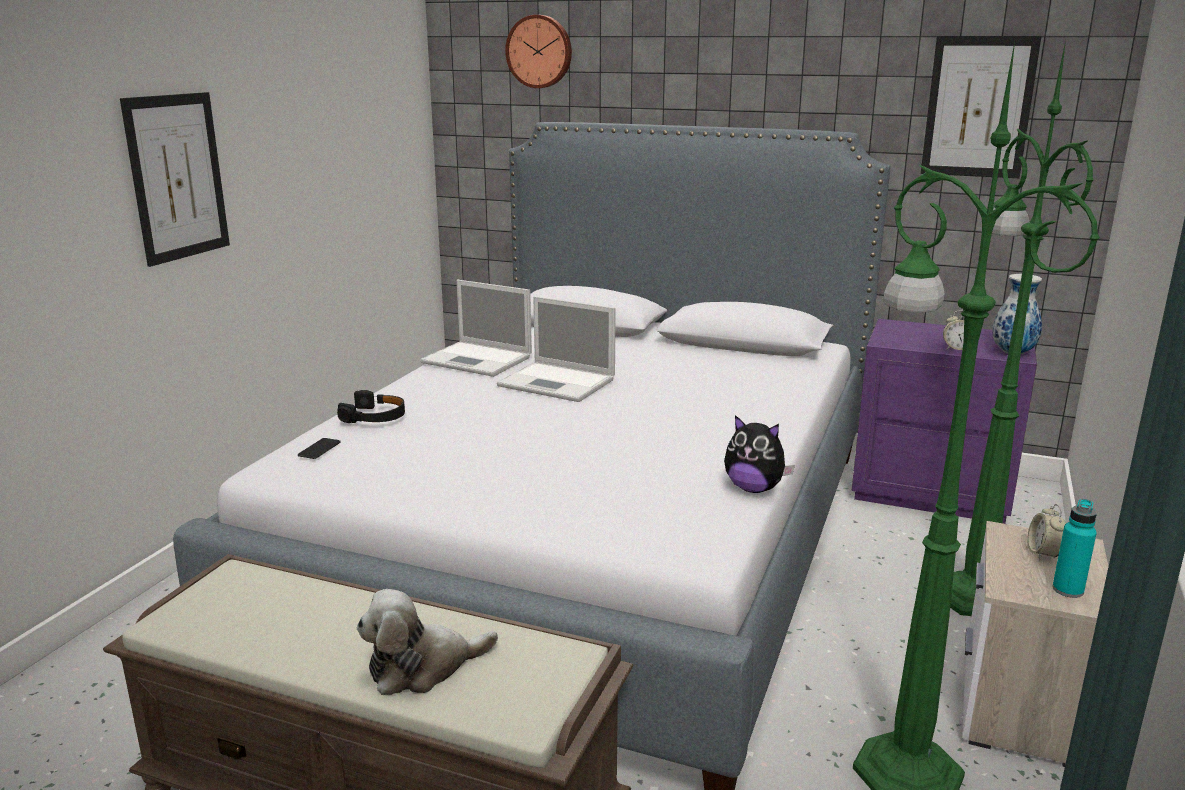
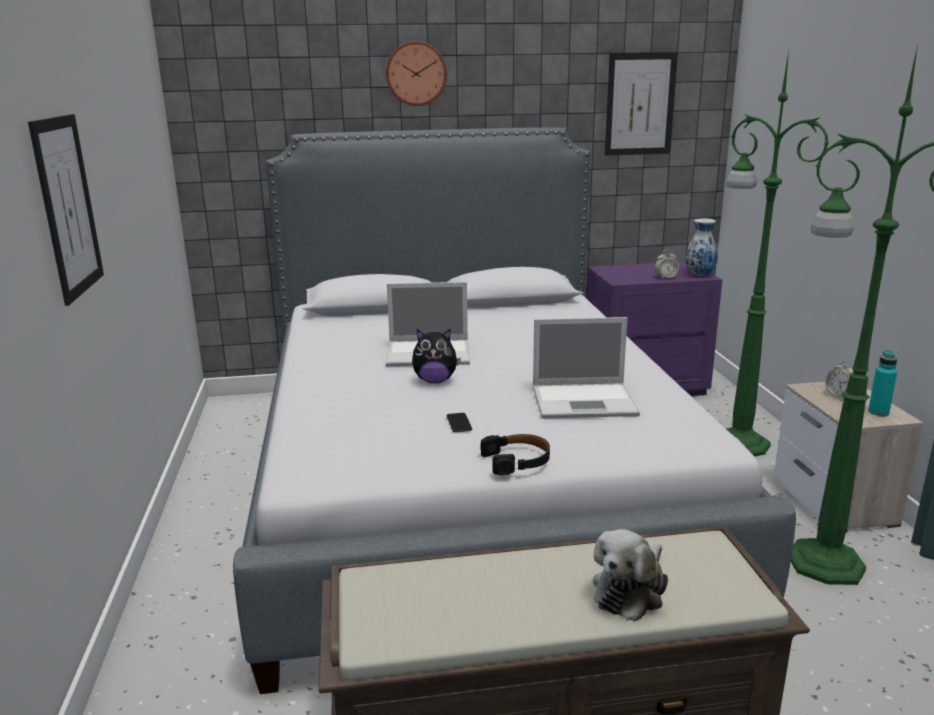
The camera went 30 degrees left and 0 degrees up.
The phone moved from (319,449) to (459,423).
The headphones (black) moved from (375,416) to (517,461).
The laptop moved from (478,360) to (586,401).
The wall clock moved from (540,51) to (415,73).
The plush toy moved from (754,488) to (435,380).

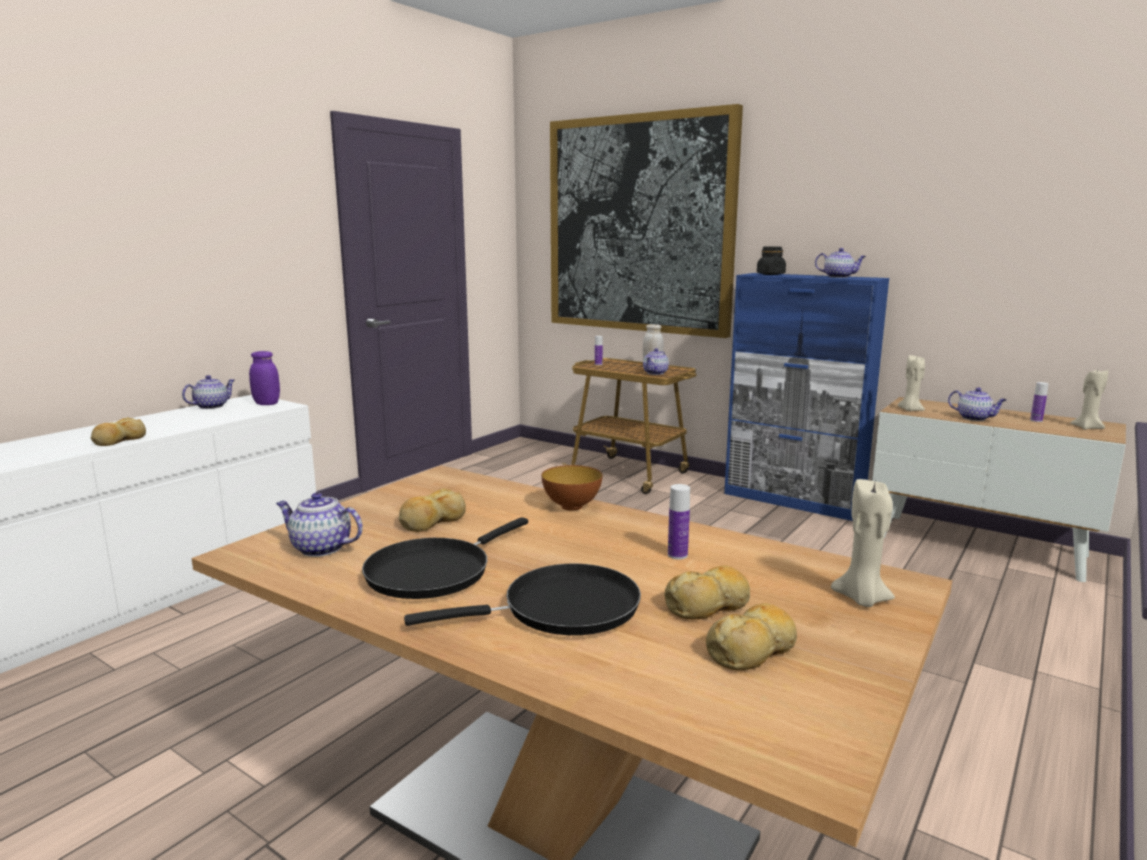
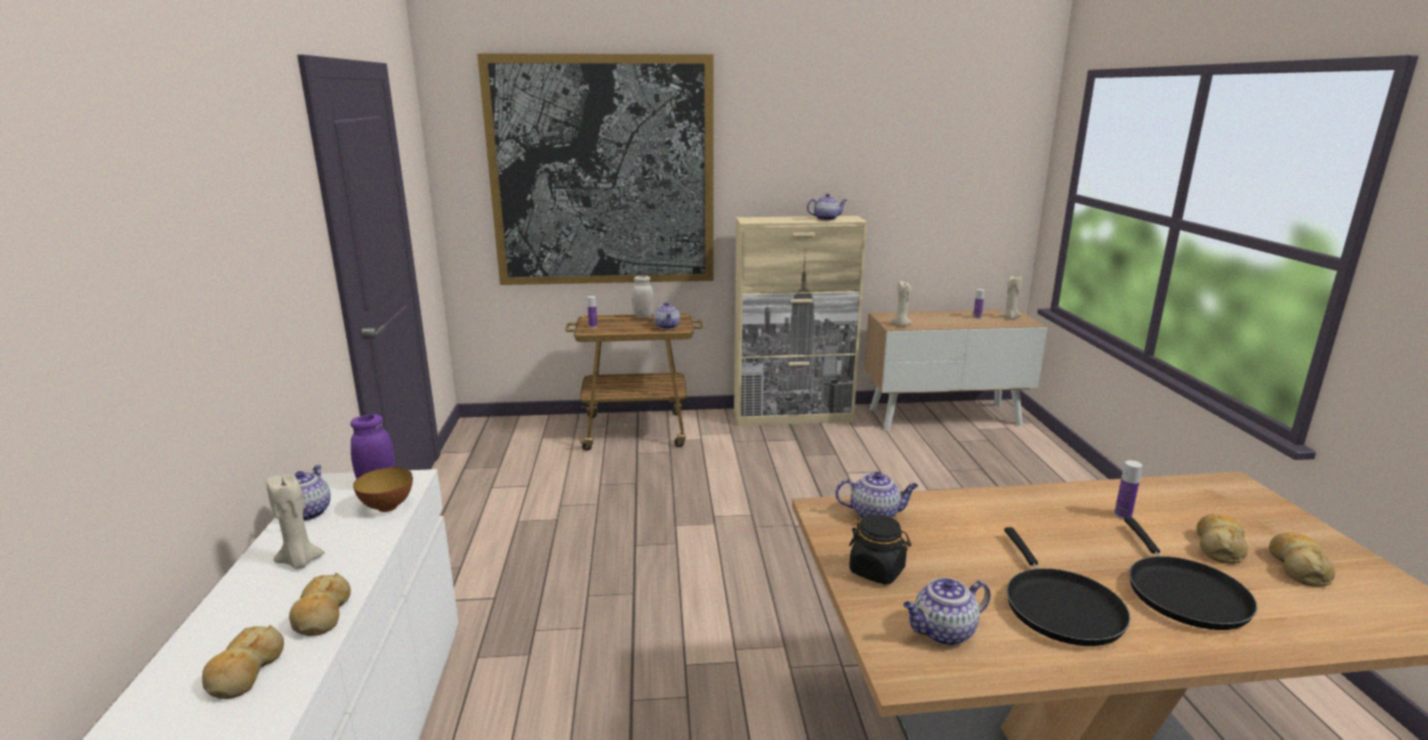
The camera went 40 degrees left and 5 degrees up.
The bread moved from (431,521) to (245,673).
The bowl moved from (572,506) to (387,507).
The jar (black) moved from (770,274) to (877,571).
The candle (beige) moved from (862,599) to (300,562).
The teapot moved from (975,418) to (875,514).
The cabinet (blue) at (793,501) became the cabinet (beige) at (793,416).
The frying pan (black) at (562,609) turned 150 degrees clockwise.

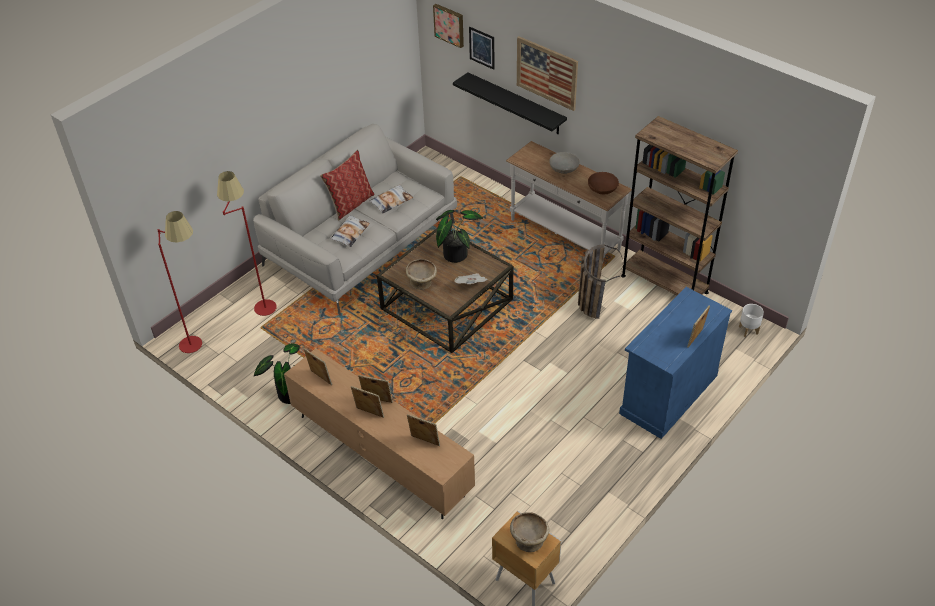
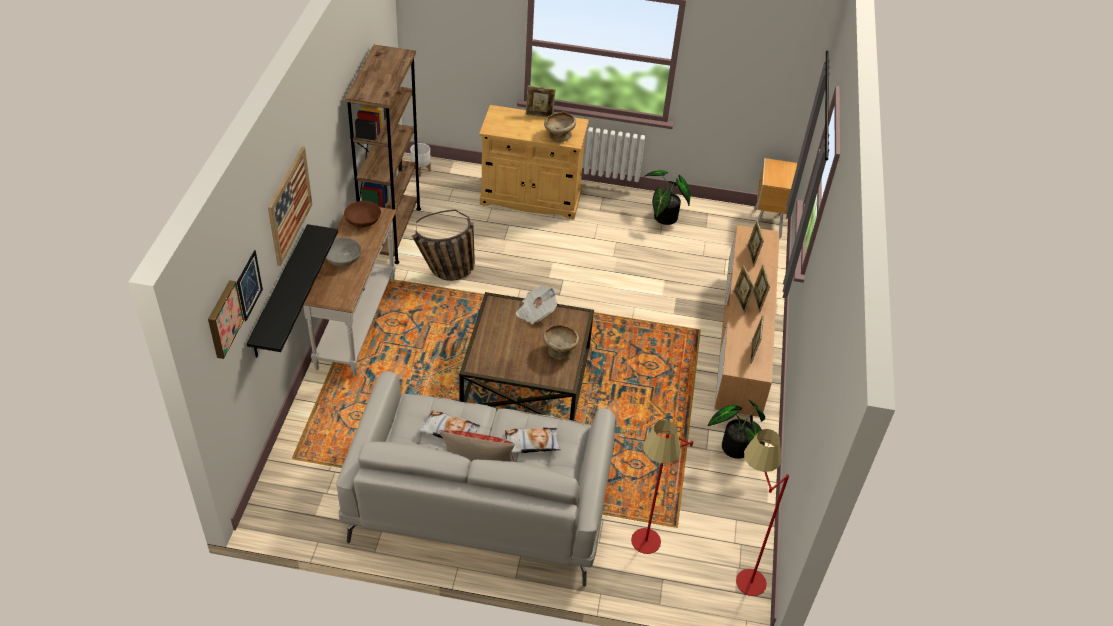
The camera went 125 degrees left and 0 degrees up.
The potted plant moved from (455,253) to (663,218).
The bowl (beige) moved from (528,540) to (559,137).
The cabinet (blue) at (668,394) became the cabinet (beige) at (531,198).

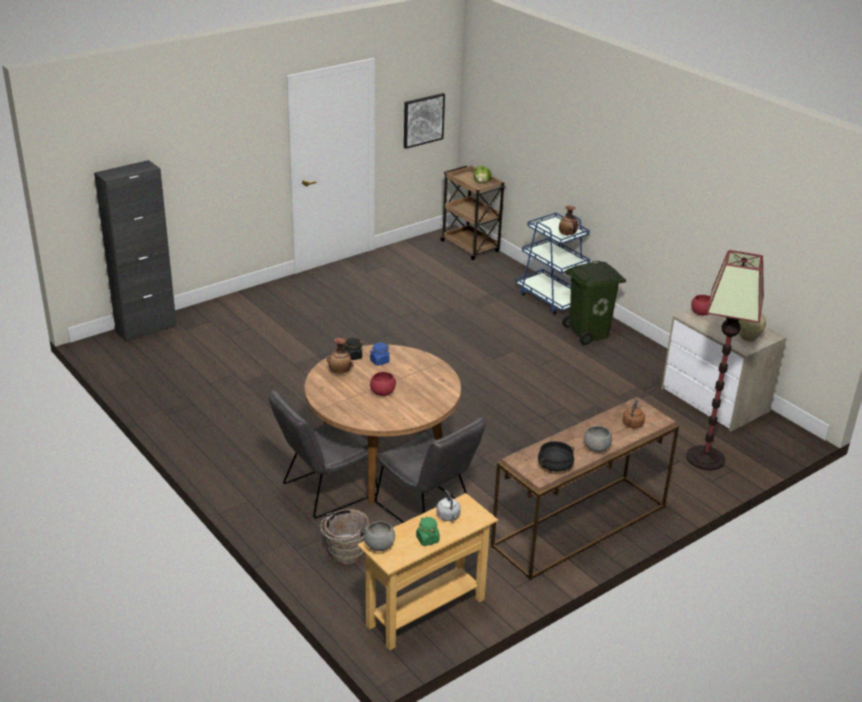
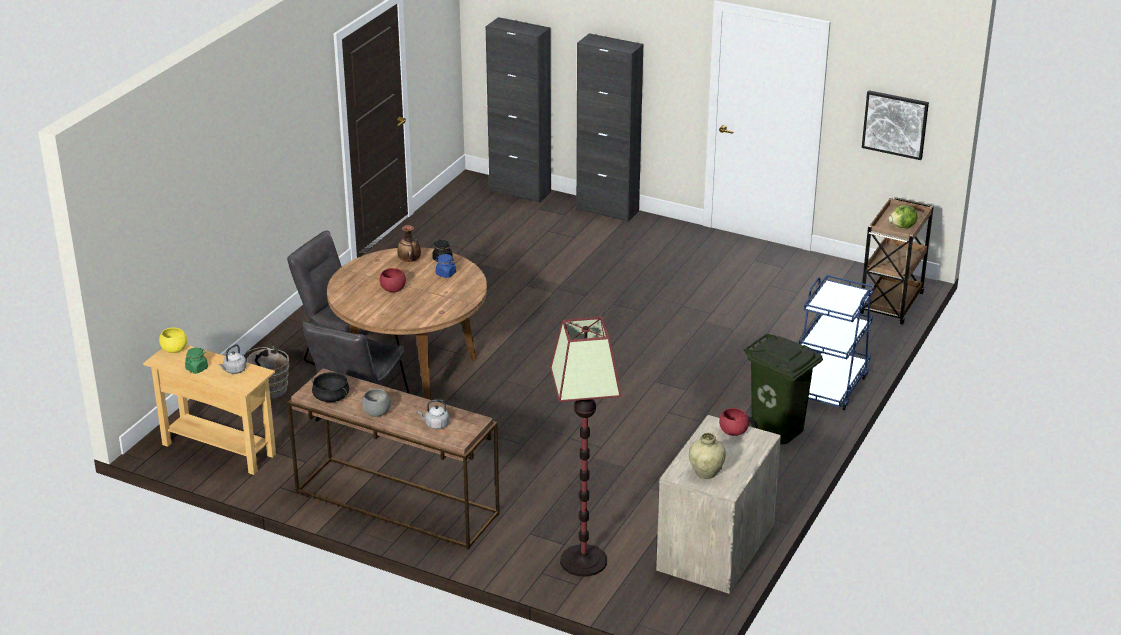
The camera went 65 degrees right and 0 degrees up.
The vase at (567,235) disappeared.
The cabinet (black) at (607,210) appeared.
The bowl (grey) at (379,546) became the bowl (yellow) at (174,350).
The kettle (brown) at (632,425) became the kettle (grey) at (435,425).

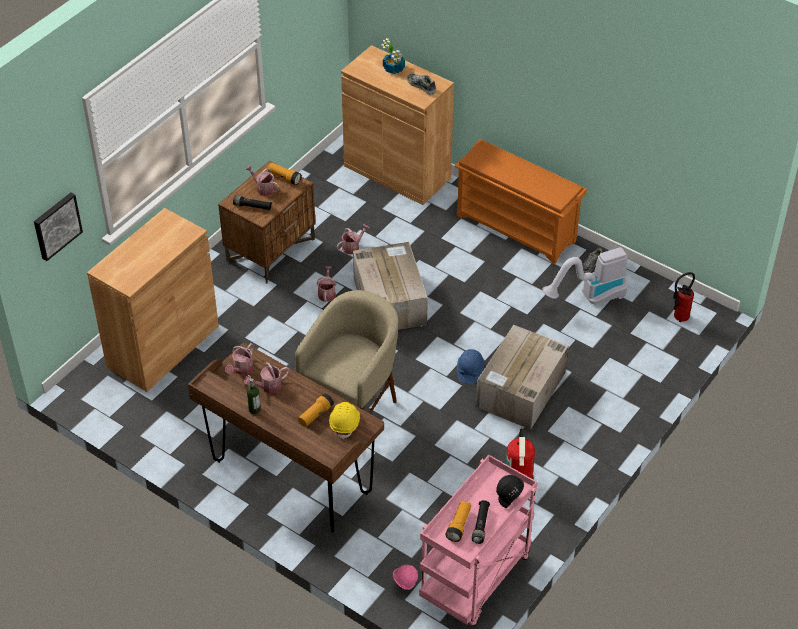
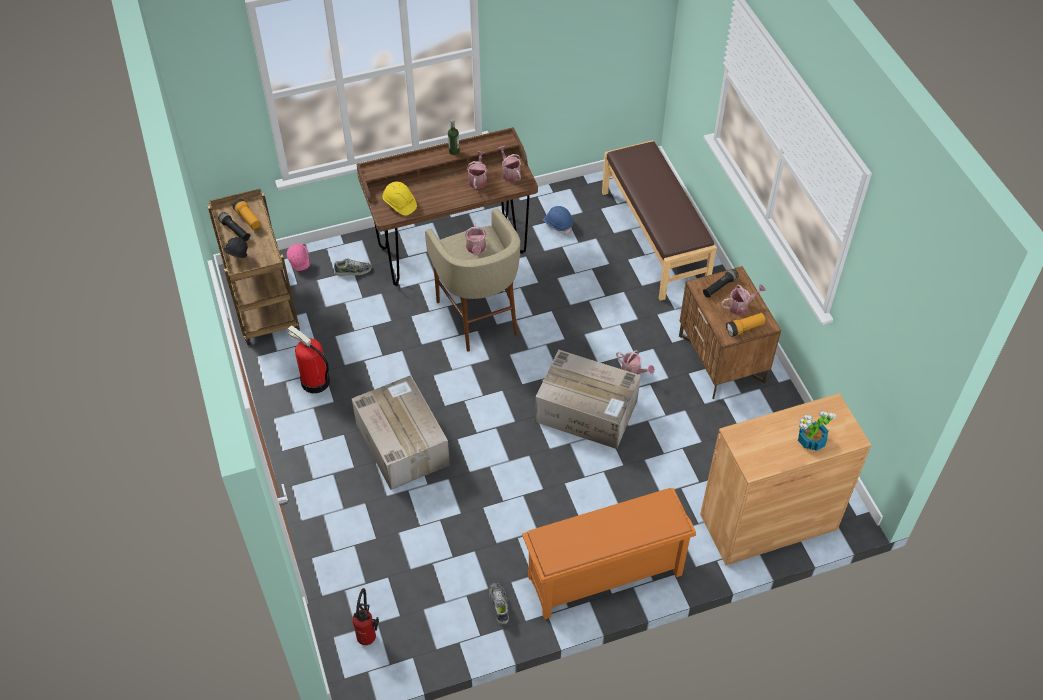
The camera went 125 degrees right and 5 degrees up.
The picture at (56,225) disappeared.
The flashlight at (315,415) disappeared.
The vacuum cleaner at (589,298) disappeared.
The watering can moved from (352,246) to (476,249).
The shoe moved from (421,86) to (353,271).
The hard hat (blue) moved from (469,371) to (558,224).
The cabinet (brown) at (163,346) was replaced by the bench (brown) at (654,238).
The cart (pink) at (475,580) became the cart (brown) at (262,304).

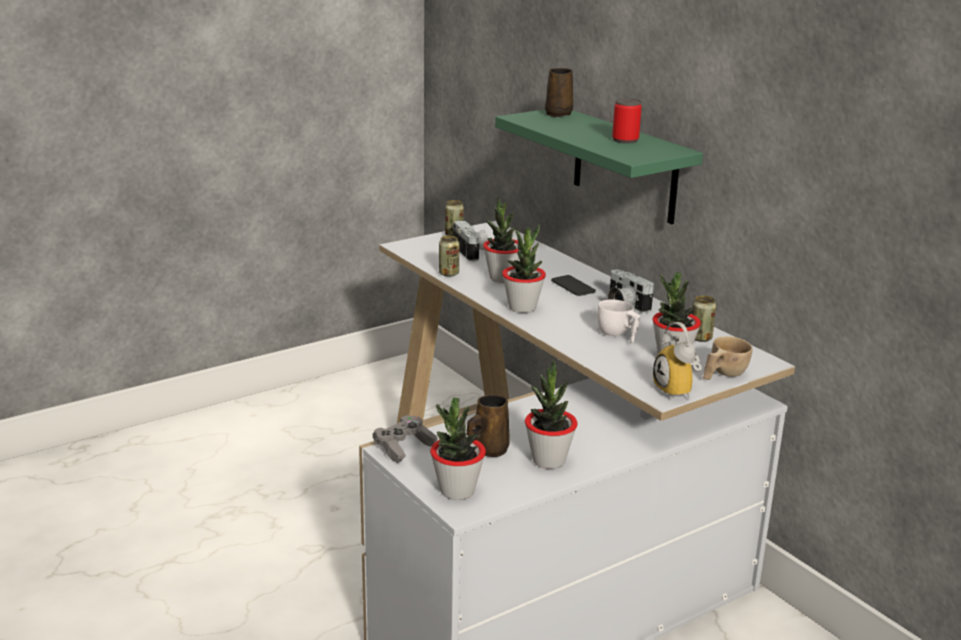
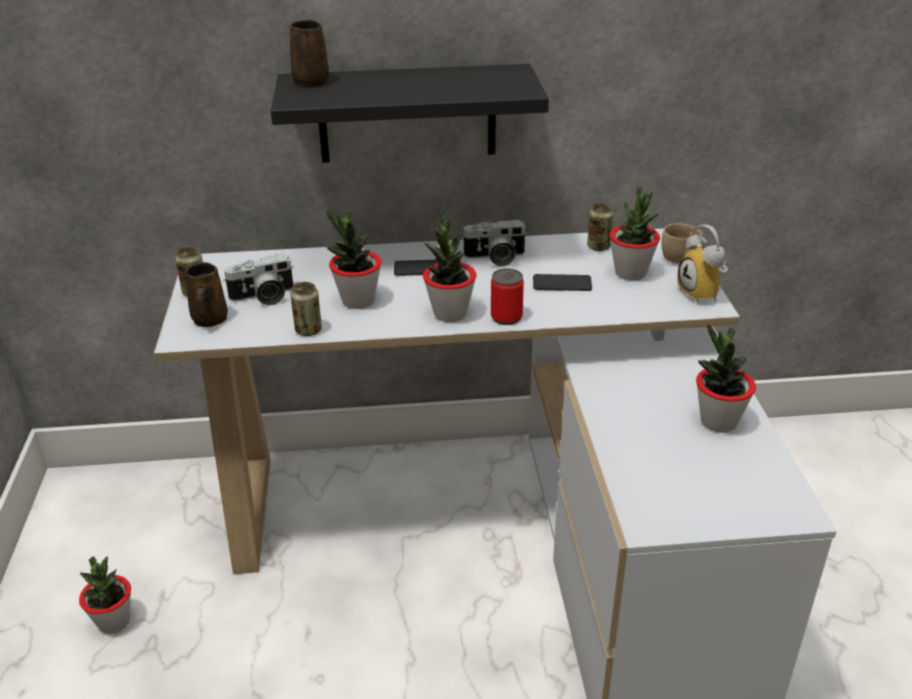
The camera went 60 degrees left and 10 degrees up.
The game controller (grey) at (404,447) disappeared.
The potted plant moved from (457,491) to (114,622).
The mug (brown) moved from (489,450) to (209,320).
The can moved from (625,140) to (506,317).
The cup (white) at (618,335) was replaced by the phone at (562,283).
The shelf (green) at (625,166) became the shelf (black) at (407,114).
The photo camera at (472,252) turned 150 degrees clockwise.
The alarm clock at (679,391) turned 60 degrees clockwise.

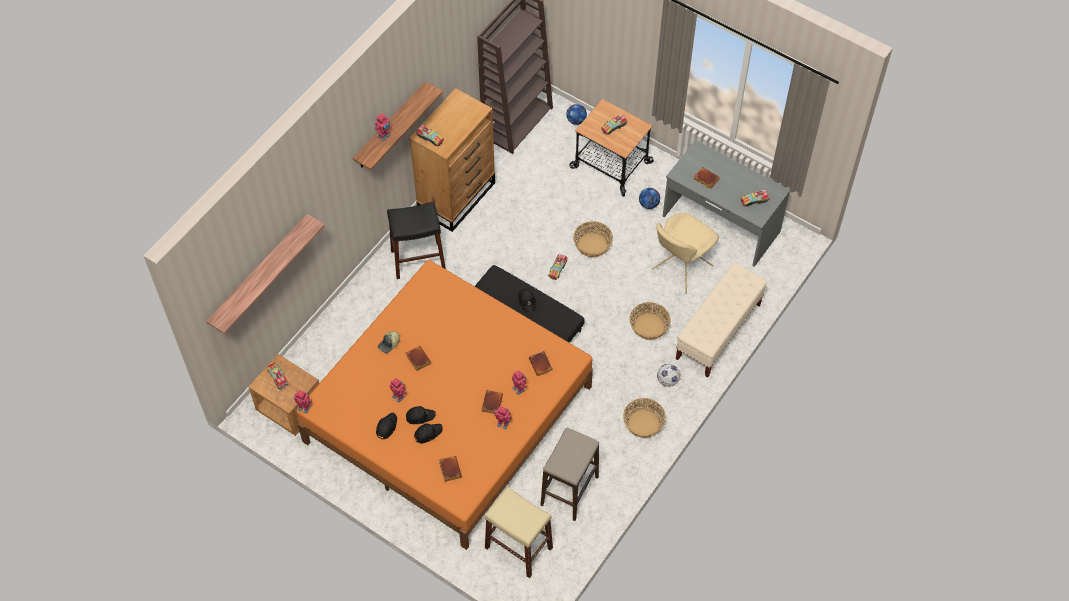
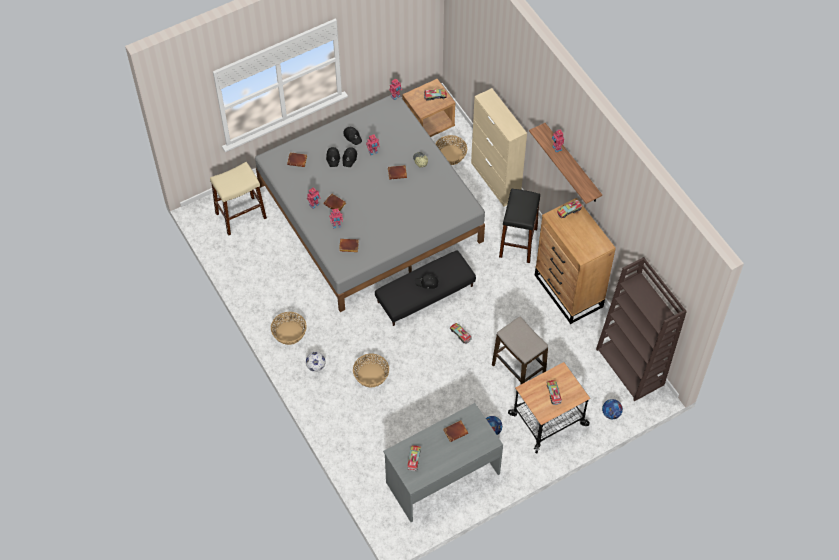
The camera went 115 degrees right and 0 degrees up.
The shelf at (259,273) disappeared.
The chair (beige) at (680,269) disappeared.
The bench (beige) at (718,332) disappeared.
The cabinet (beige) at (495,181) appeared.
The stool moved from (570,491) to (518,372).
The basket moved from (592,245) to (450,155).
The bed (orange) at (448,413) became the bed (grey) at (370,213).

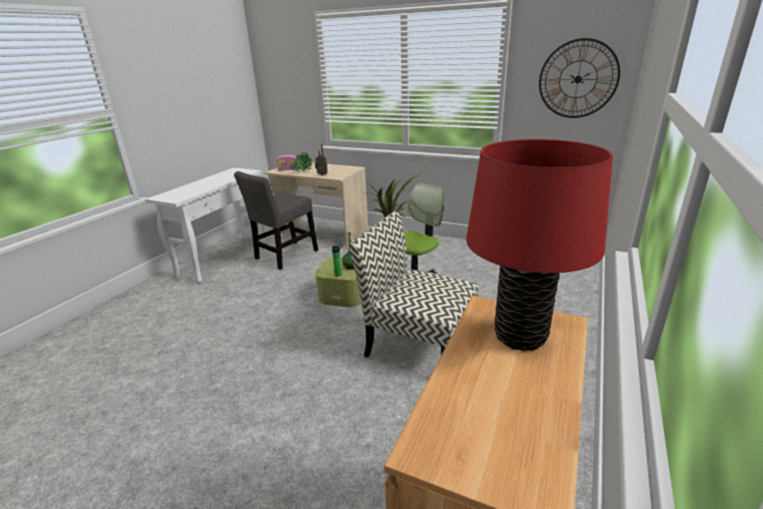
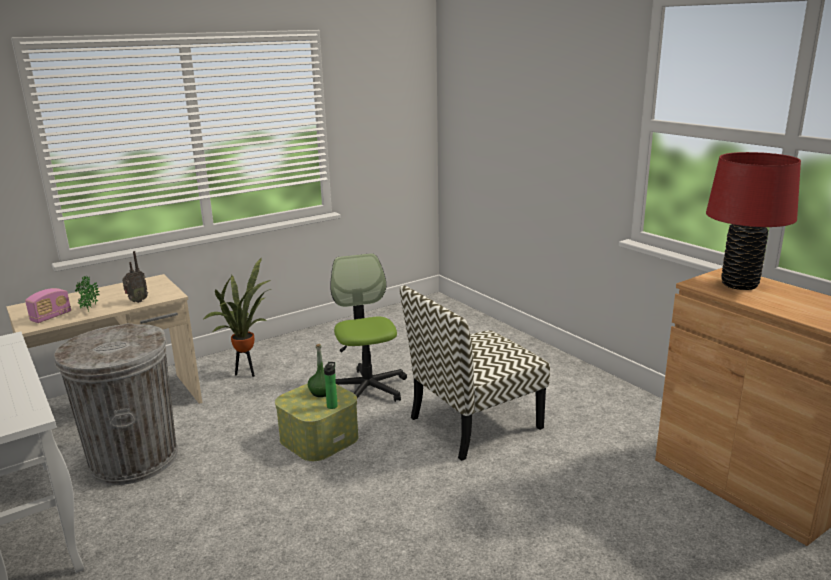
The camera went 60 degrees left and 5 degrees down.
The wall clock at (578,79) disappeared.
The chair (grey) at (284,256) was replaced by the trash can (grey) at (133,459).

